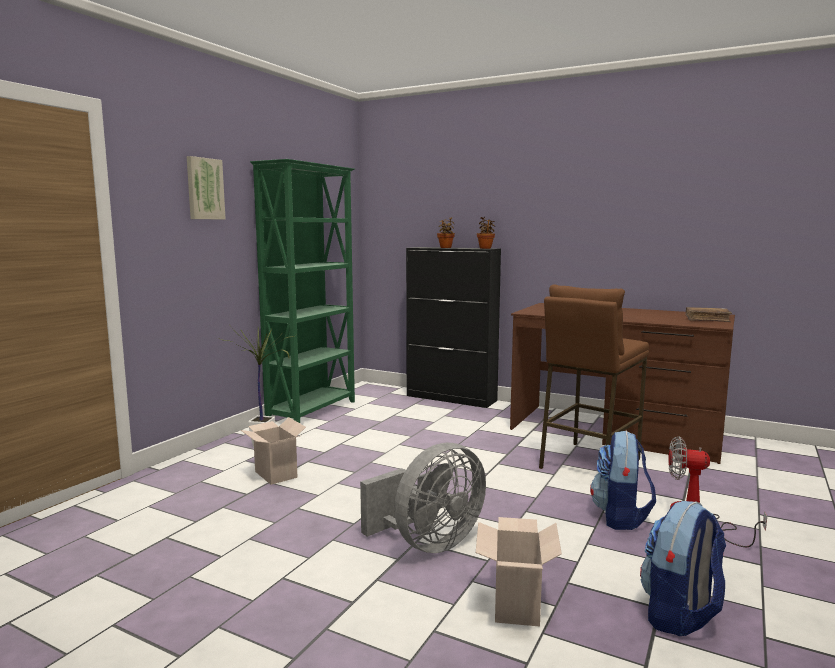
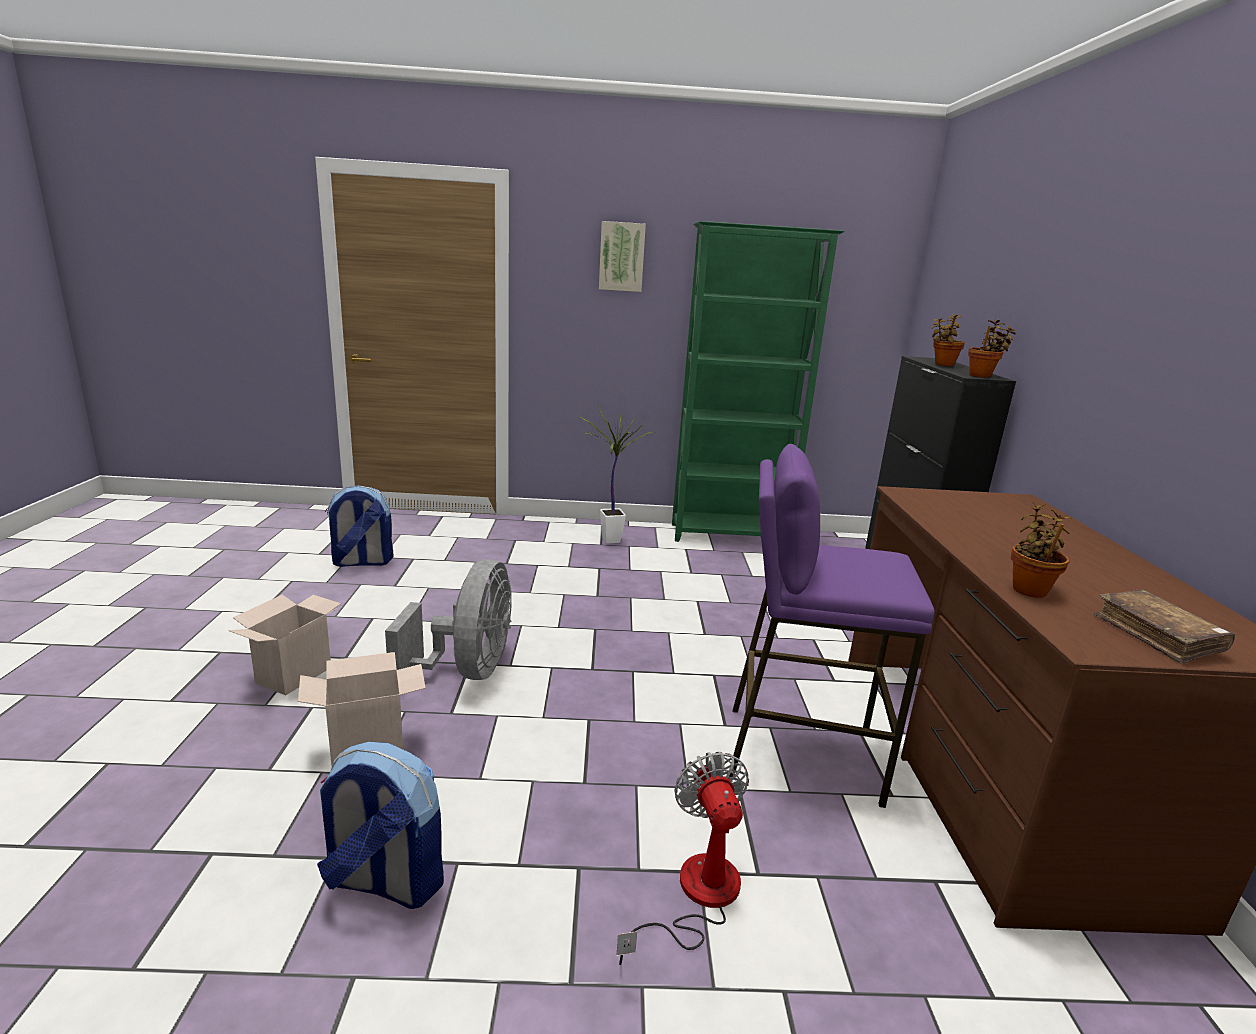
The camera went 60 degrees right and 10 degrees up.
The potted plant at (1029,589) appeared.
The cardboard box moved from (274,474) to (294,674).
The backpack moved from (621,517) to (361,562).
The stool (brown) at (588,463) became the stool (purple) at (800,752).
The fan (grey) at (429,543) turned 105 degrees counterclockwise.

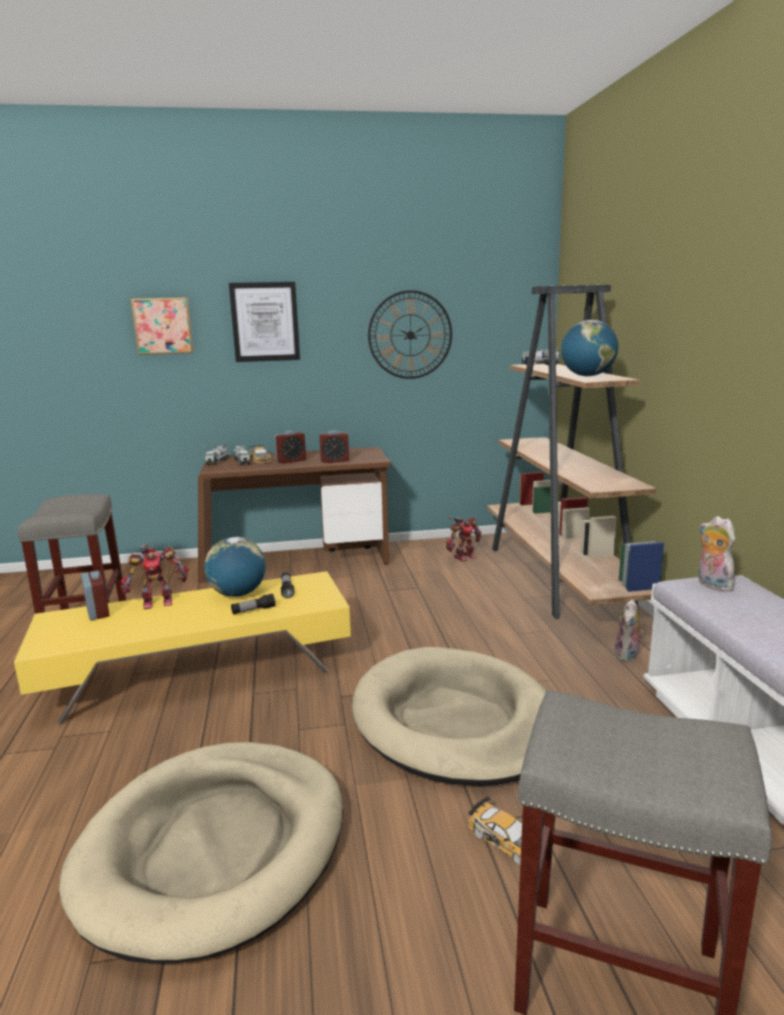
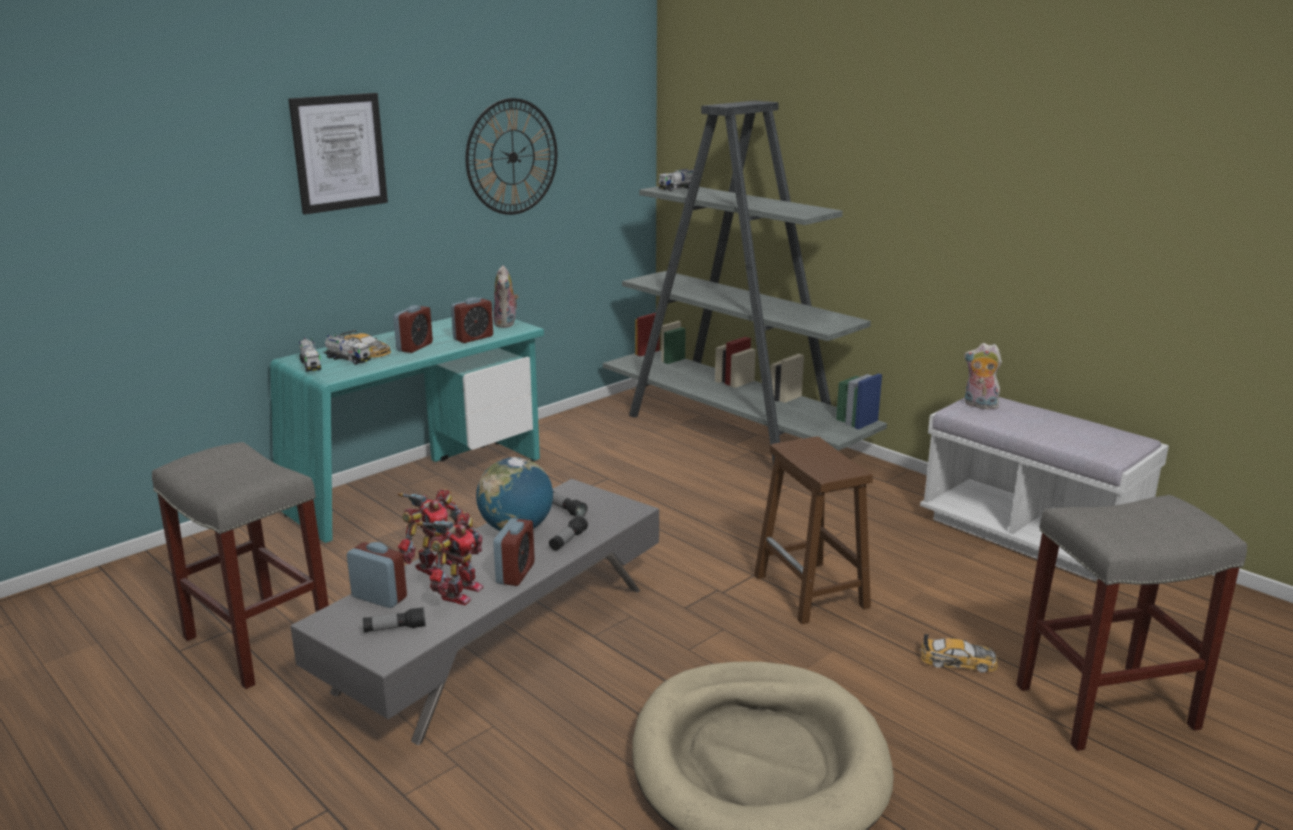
The camera went 35 degrees left and 5 degrees up.
The picture at (163,326) disappeared.
The globe at (587,376) disappeared.
The flashlight at (395,629) appeared.
The alarm clock at (515,573) appeared.
The toy robot moved from (463,557) to (459,592).
The plush toy moved from (628,656) to (506,324).
The dog bed (beige) at (454,721) was replaced by the stool (brown) at (812,592).
The coffee table (yellow) at (200,671) became the coffee table (grey) at (498,636).
The desk (brown) at (296,563) became the desk (turquoise) at (418,485).
The bookcase (brown) at (558,577) became the bookcase (grey) at (733,432).

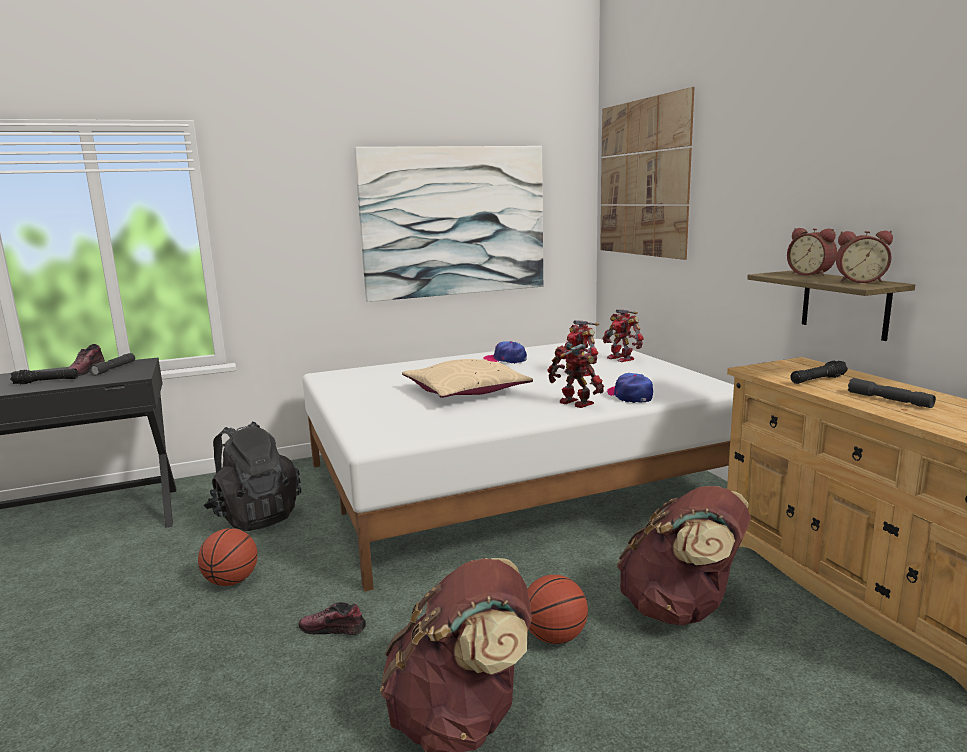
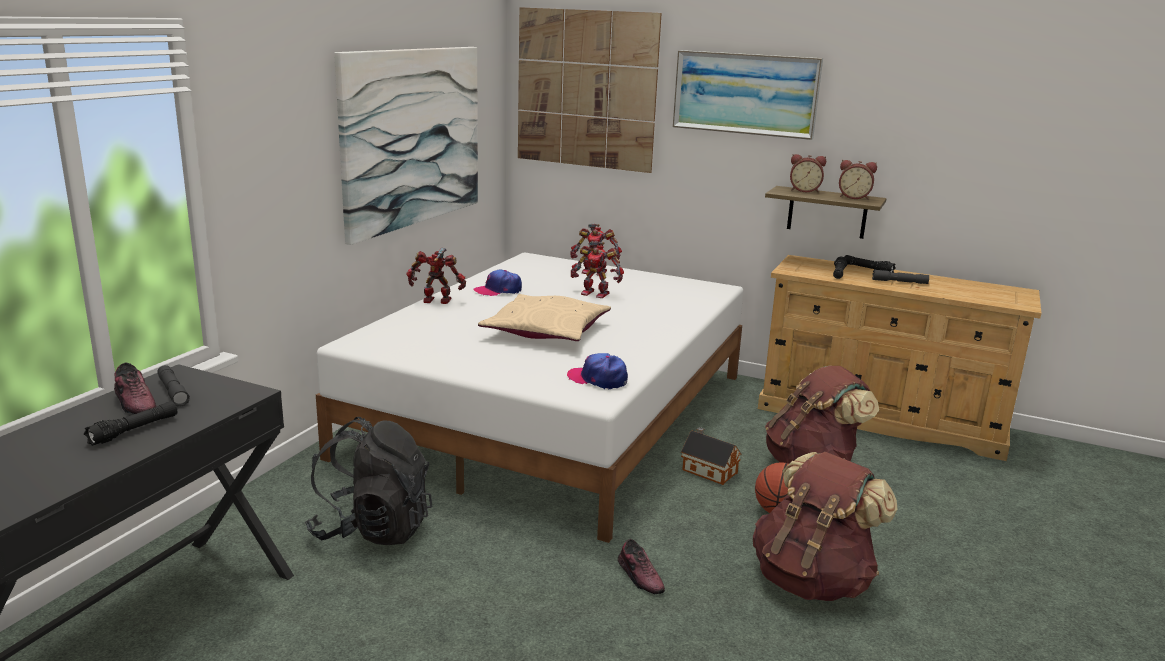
The camera went 45 degrees left and 5 degrees up.
The basketball at (231,581) disappeared.
The picture at (745,93) appeared.
The toy house at (708,470) appeared.
The flashlight (black) at (867,269) appeared.
The toy robot moved from (574,404) to (437,301).
The cap moved from (630,395) to (598,379).
The shoe at (333,629) turned 90 degrees counterclockwise.
The alarm clock at (859,281) turned 45 degrees clockwise.

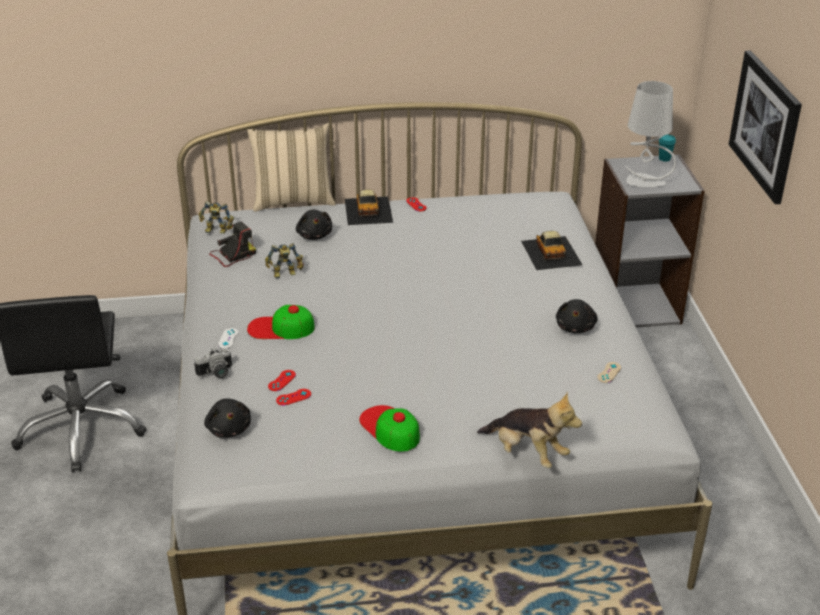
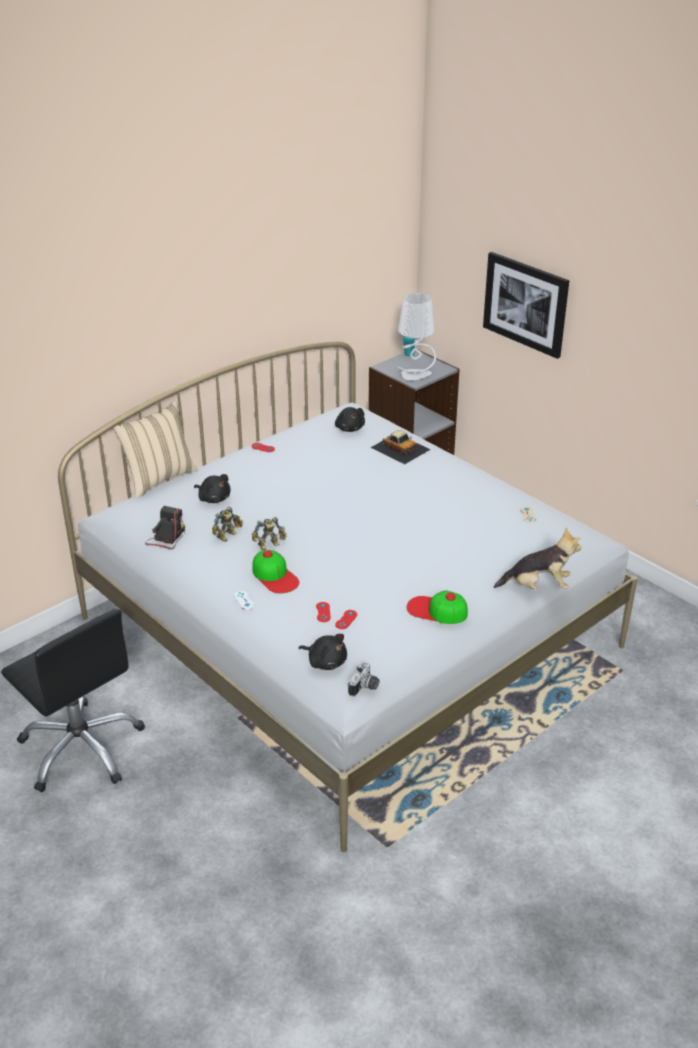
The camera went 35 degrees left and 0 degrees up.
The toy car at (368,210) disappeared.
The photo camera moved from (216,374) to (365,687).
The toy robot moved from (217,231) to (270,545).
The plush toy (black) moved from (575,327) to (349,428).
The cap at (280,328) turned 90 degrees counterclockwise.

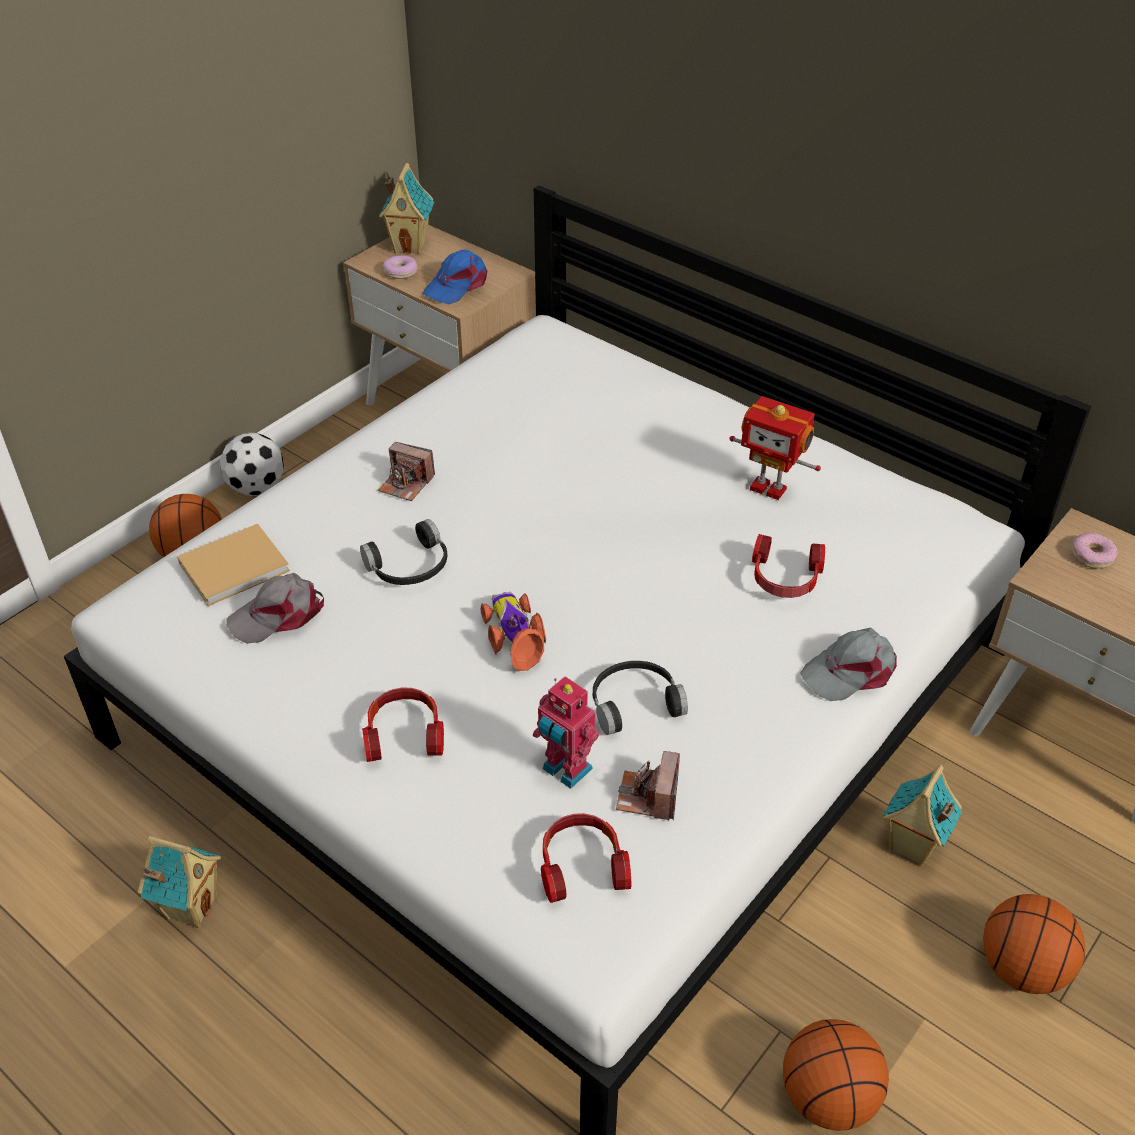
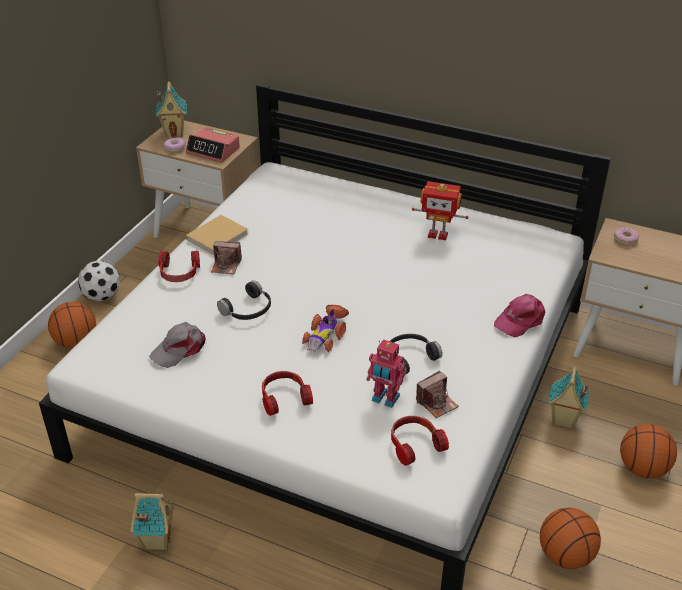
The camera went 15 degrees left and 5 degrees down.
The book (beige) moved from (237,566) to (219,236).
The headphones moved from (785,579) to (179,273).
The cap (blue) at (457,285) was replaced by the alarm clock at (213,151).
The cap (grey) at (851,671) became the cap (pink) at (520,320).
The toy car at (514,635) turned 120 degrees counterclockwise.
The photo camera at (648,796) turned 120 degrees counterclockwise.

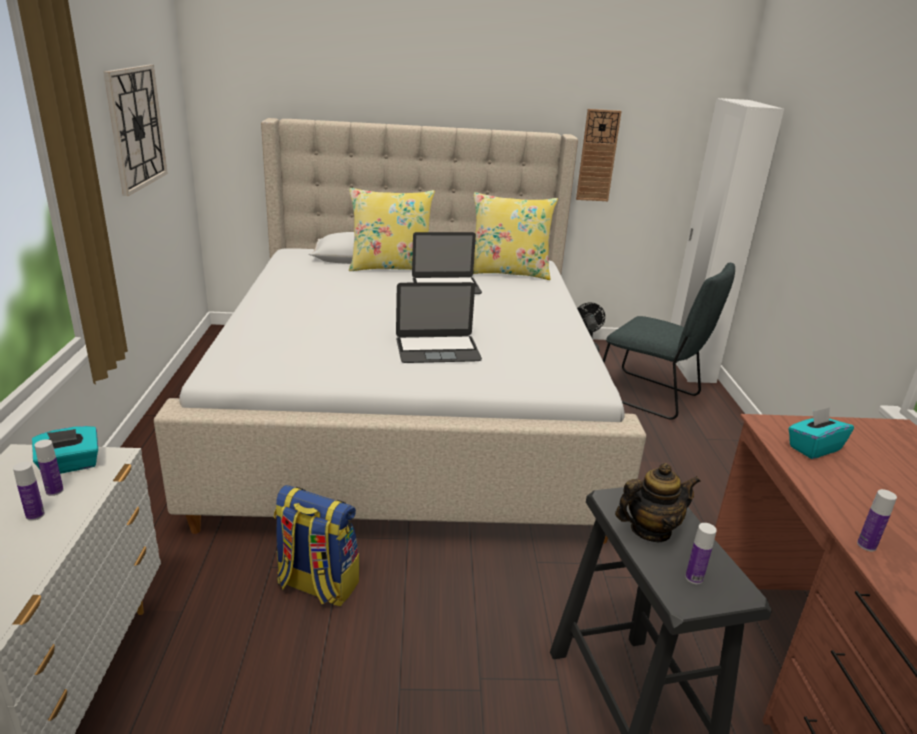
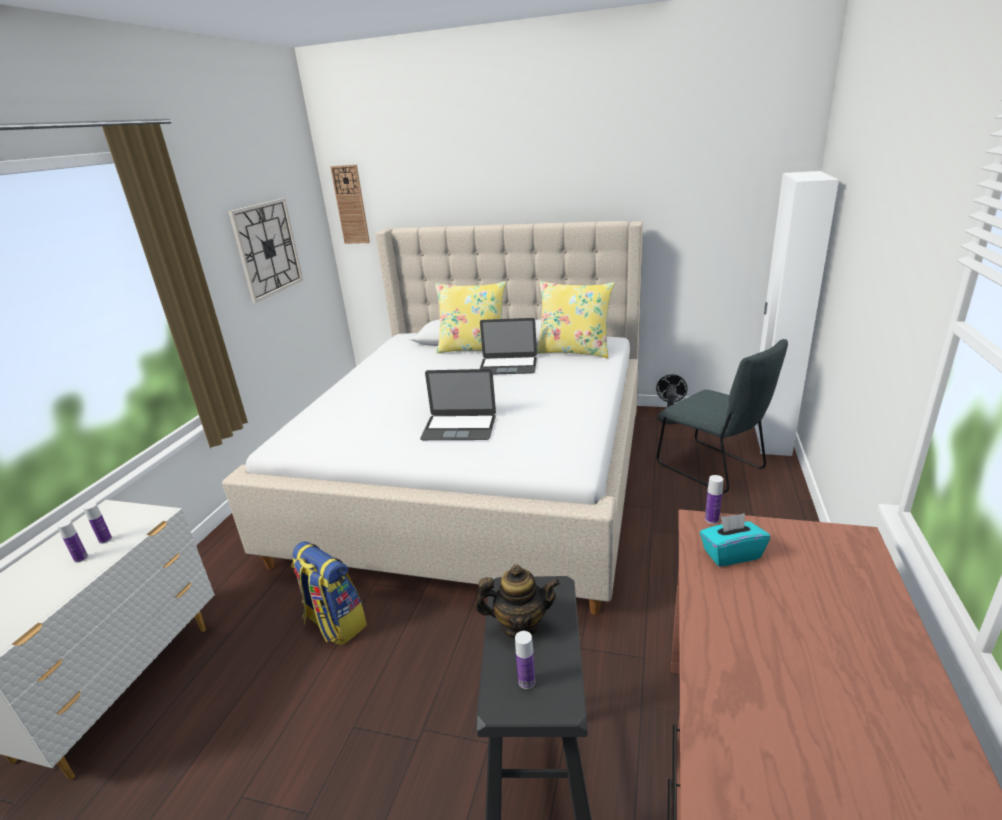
The camera went 20 degrees right and 0 degrees up.
The tissue box (turquoise) at (70,465) disappeared.
The wall clock moved from (597,156) to (351,205).
The bottle moved from (866,545) to (711,519).

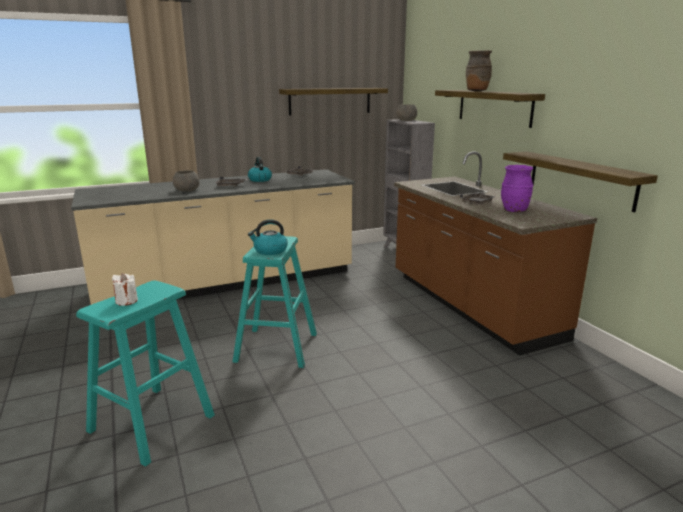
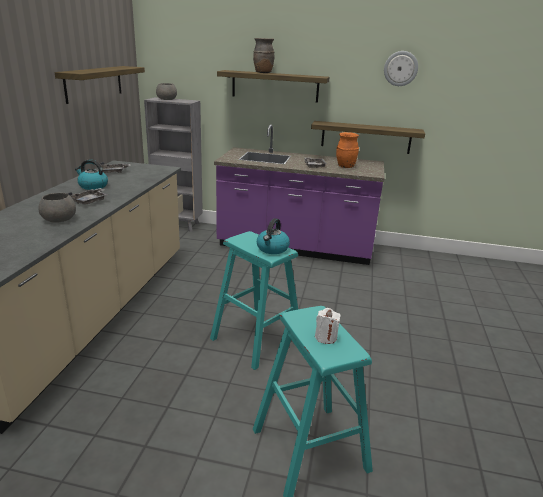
The camera went 55 degrees left and 5 degrees up.
The wall clock at (400,68) appeared.
The counter (brown) at (471,306) became the counter (purple) at (295,247).
The vase (purple) at (514,211) became the vase (orange) at (345,167).

